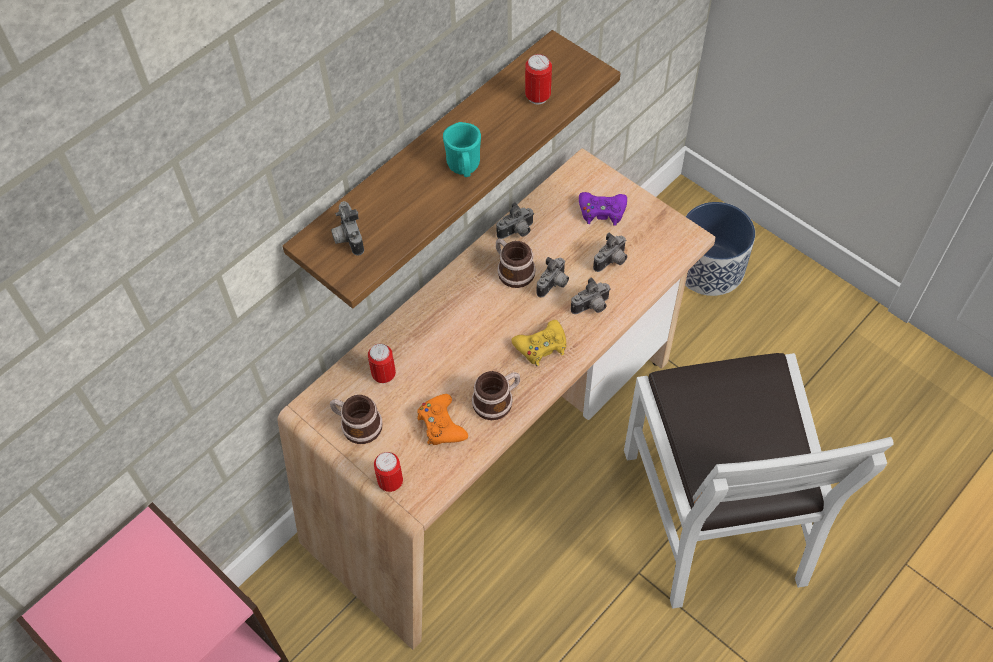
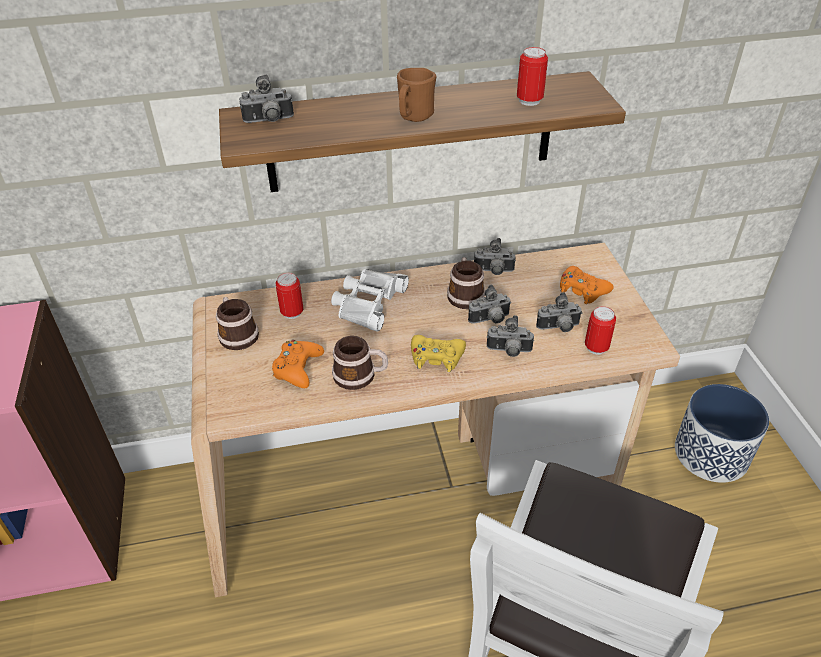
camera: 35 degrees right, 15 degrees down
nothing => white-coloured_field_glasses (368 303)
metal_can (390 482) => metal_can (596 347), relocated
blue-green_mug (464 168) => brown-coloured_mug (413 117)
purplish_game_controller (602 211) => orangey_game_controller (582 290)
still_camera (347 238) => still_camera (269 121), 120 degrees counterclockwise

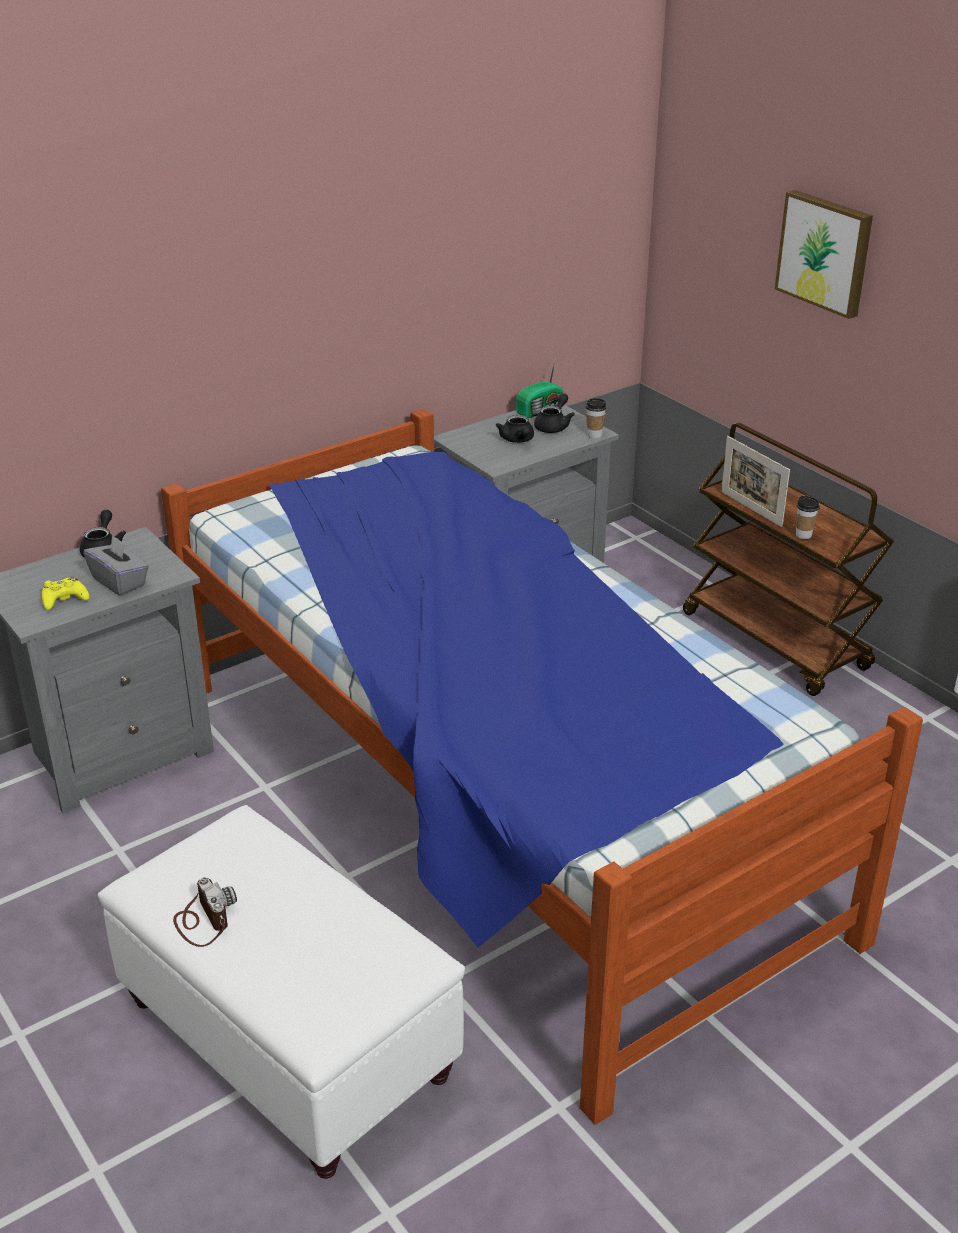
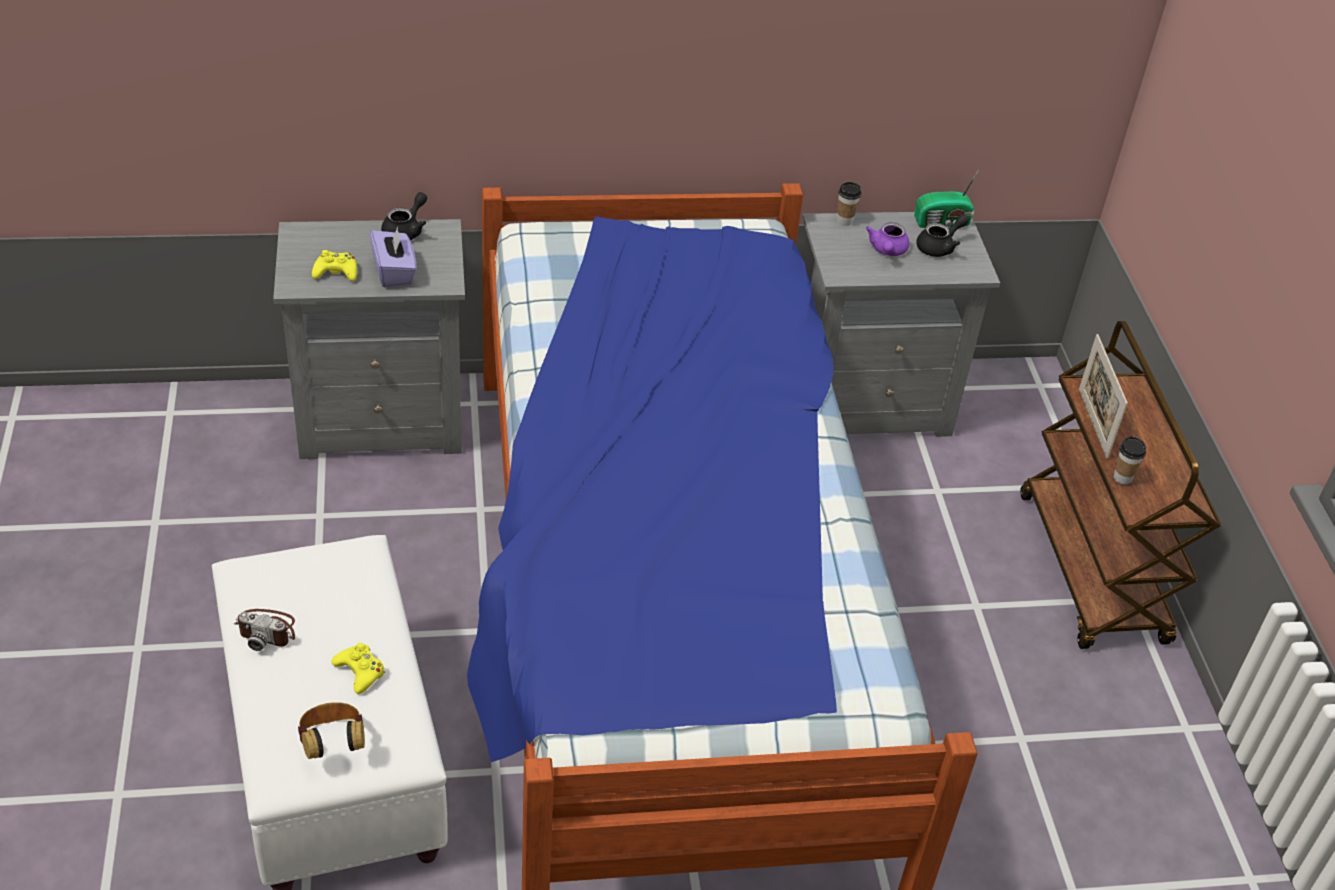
camera: 25 degrees right, 10 degrees up
picture (826 252) => nothing
nothing => headset (333 744)
nothing => yellow_game_controller (360 672)
cup (594 435) => cup (844 221), relocated
gray_tissue_holder (120 582) => purplish_tissue_holder (394 272)
black_teapot (517 440) => purplish_teapot (887 251)
still_camera (203 920) => still_camera (267 630), 105 degrees clockwise

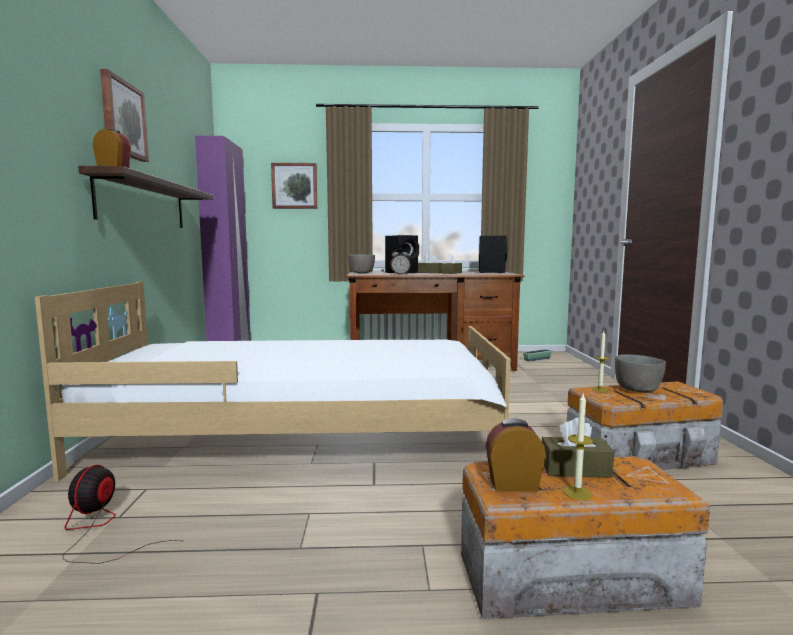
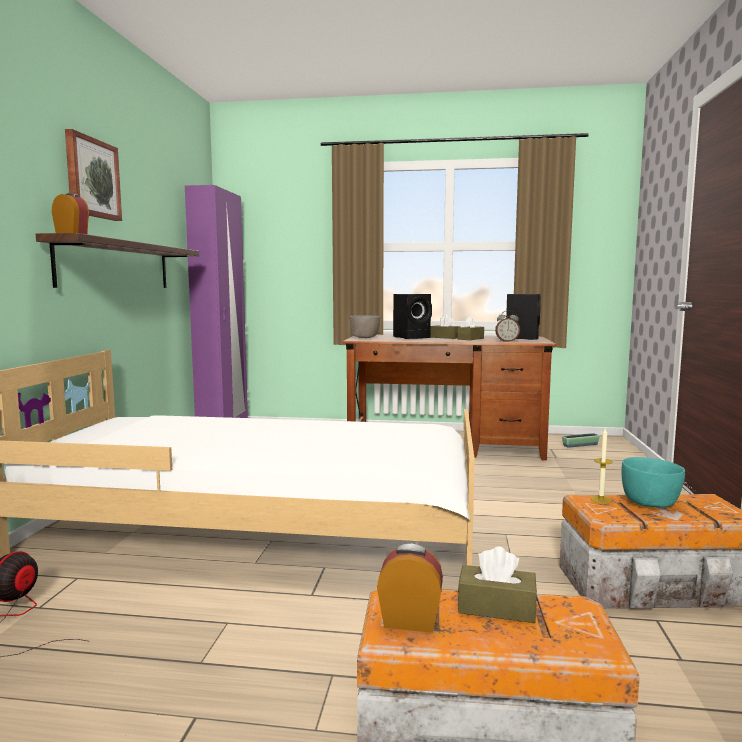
camera: 10 degrees right, 0 degrees up
picture (294 186) => nothing
wax_candle (577 493) => nothing
bedside_clock (400 274) => bedside_clock (507 341), relocated
gray_bowl (638 390) => blue-green_bowl (650 503)

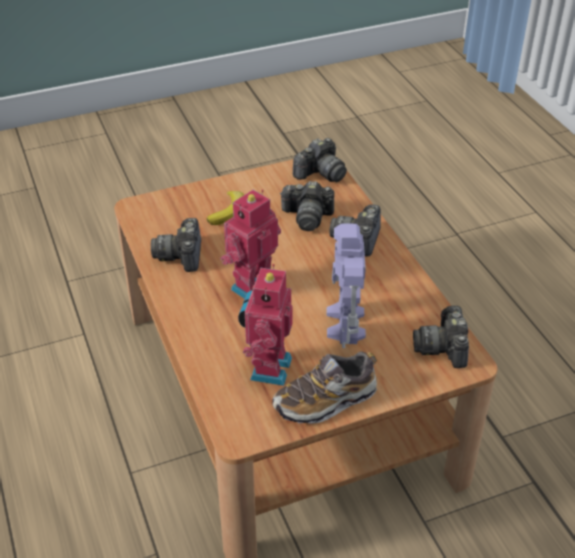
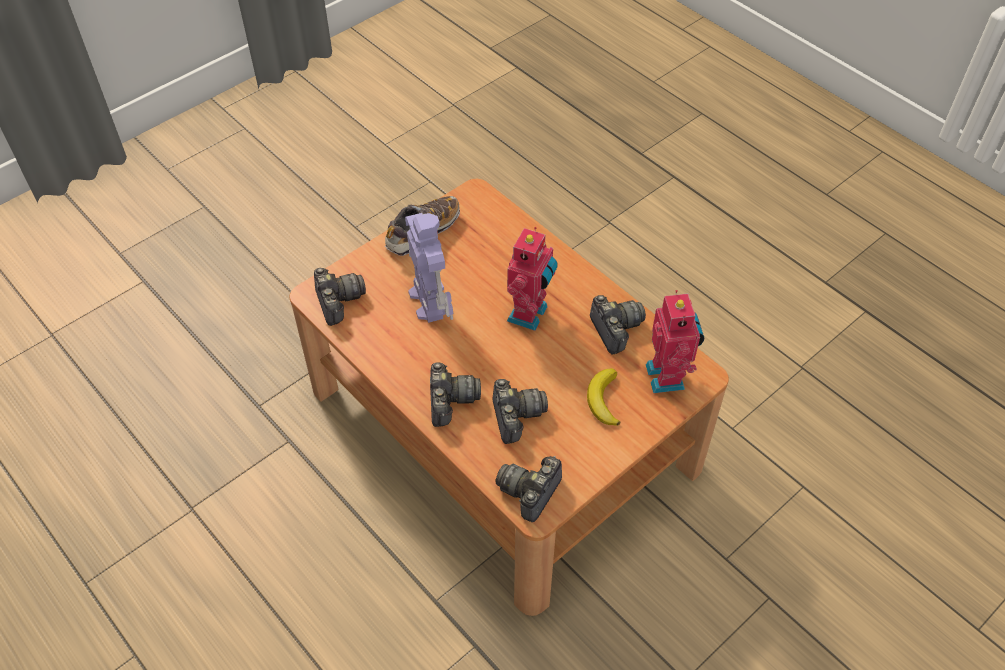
camera: 160 degrees right, 10 degrees up
toy_robot (267 368) => toy_robot (668 376), relocated
still_camera (307 217) => still_camera (516 417), 90 degrees clockwise

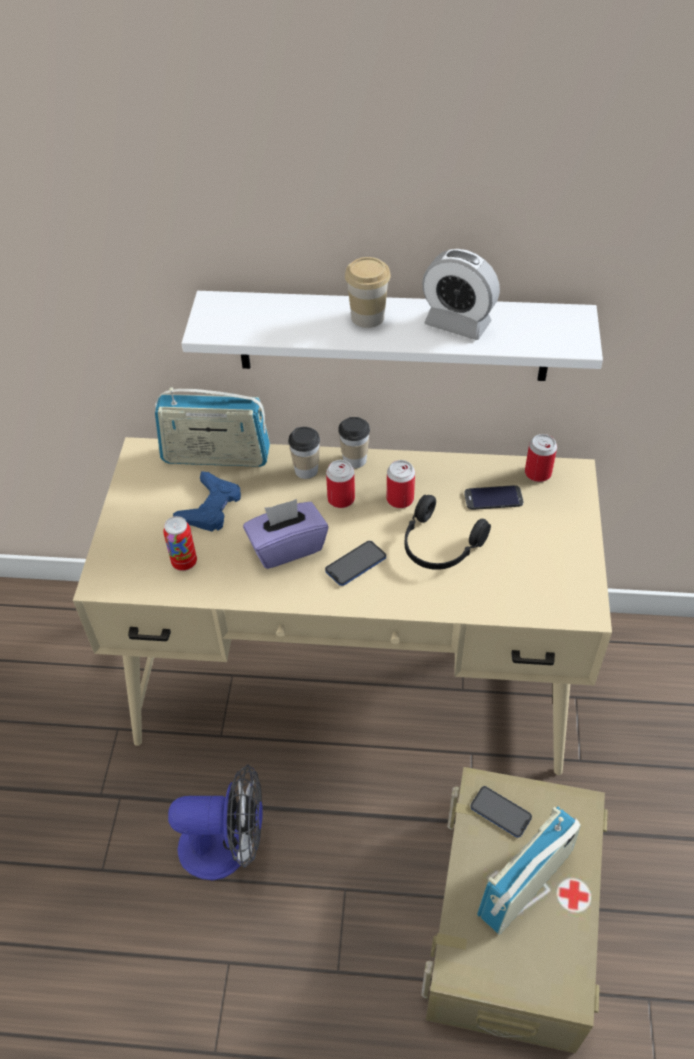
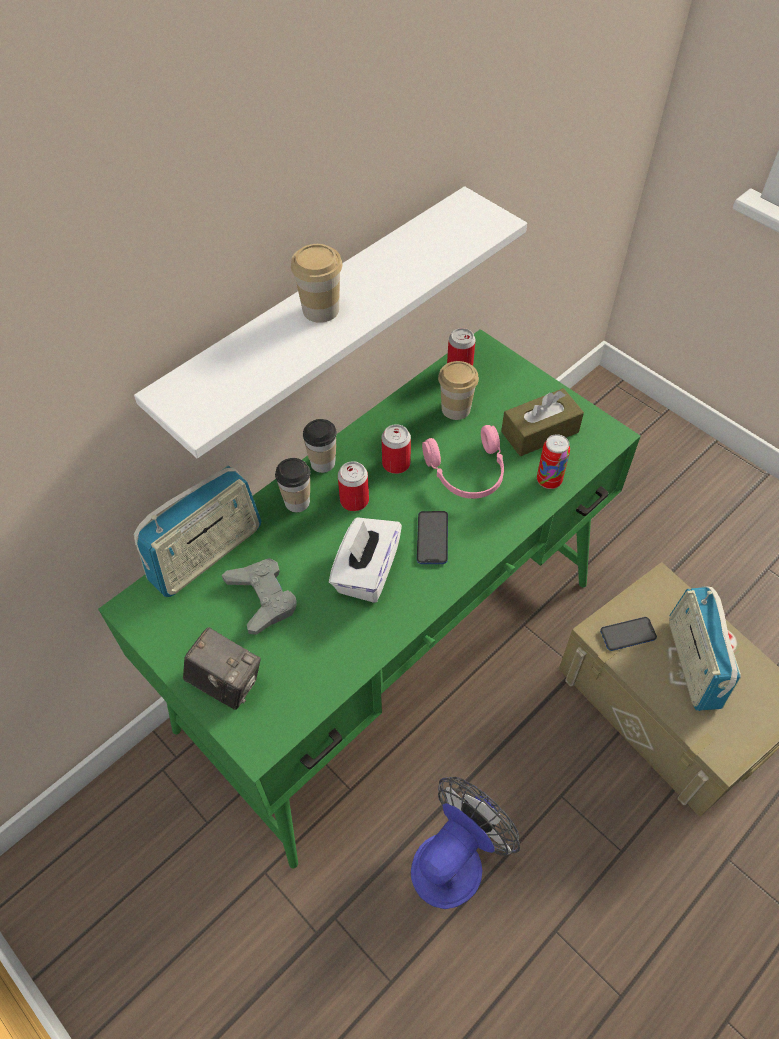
camera: 50 degrees left, 5 degrees up
bedside_clock (457 324) => nothing
nothing => still_camera (226 683)
nothing => brown-coloured_tissue_holder (539 432)
metal_can (184 562) => metal_can (549 480), relocated
handset (493 498) => cup (456 409)
beige-coloured_desk (353 680) => green-coloured_desk (391 653)
blue_game_controller (210 507) => gray_game_controller (262 598)
purplish_tissue_holder (287 547) => white-coloured_tissue_holder (366 572)
black_headset (439 545) => pinkish_headset (468 473)

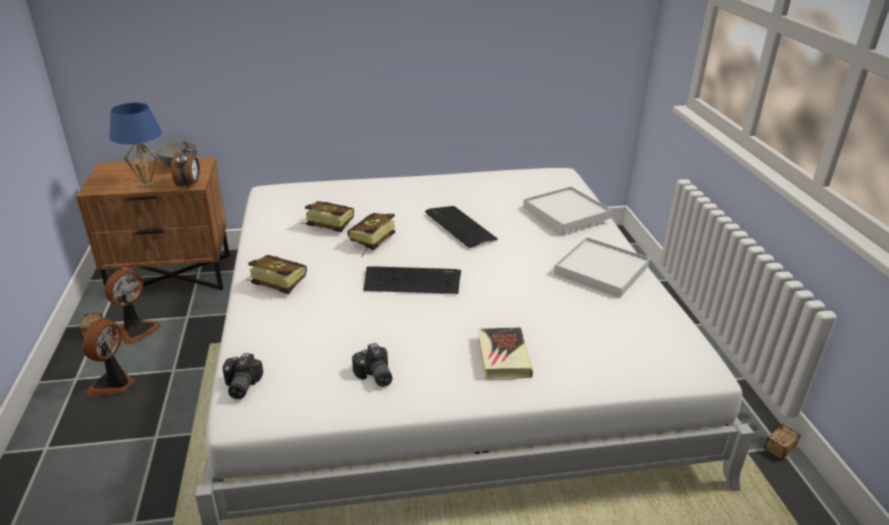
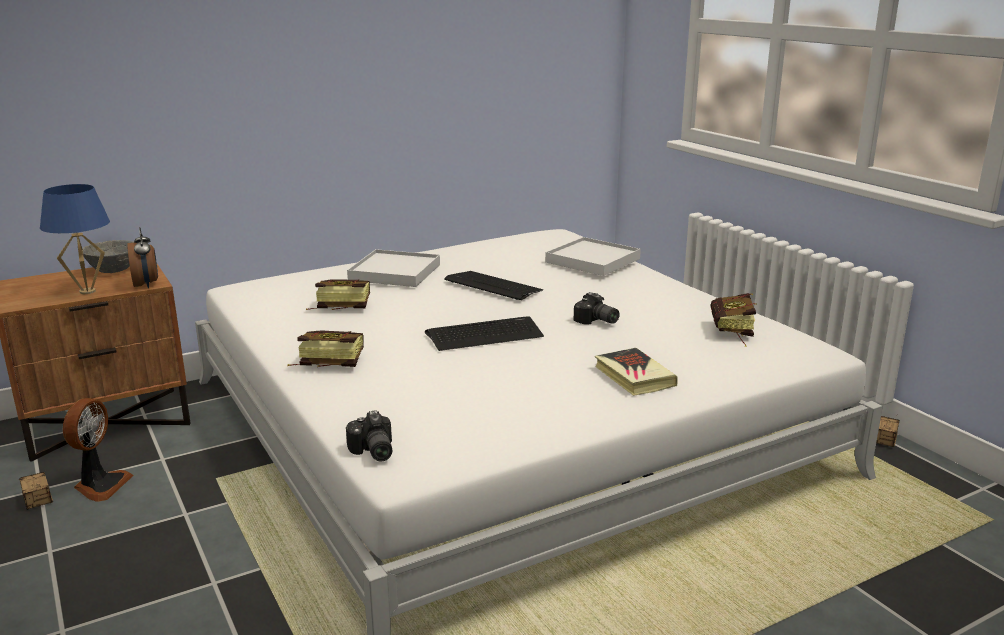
camera: 20 degrees left, 10 degrees down
cooling_fan (113 384) => nothing
book (369 243) => book (732 333), relocated
still_camera (374 376) => still_camera (596 321), relocated
white-coloured_carrying_tray (601 270) => white-coloured_carrying_tray (395 272), relocated

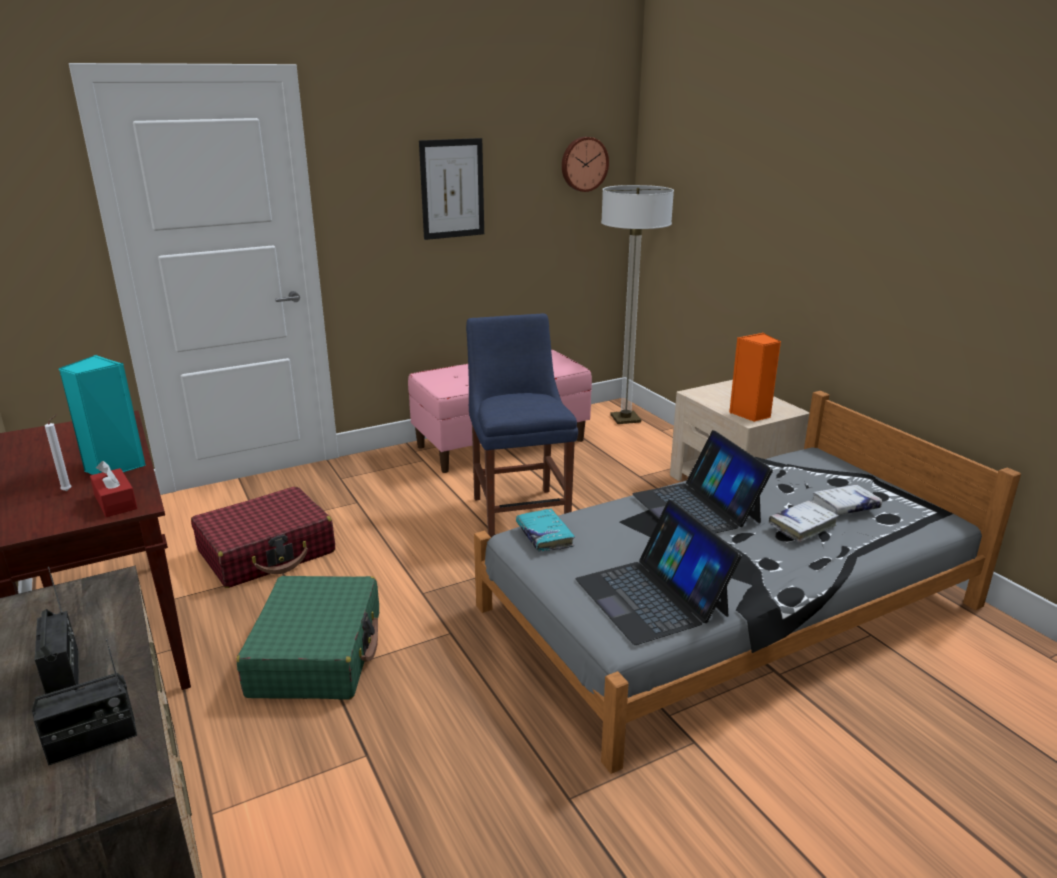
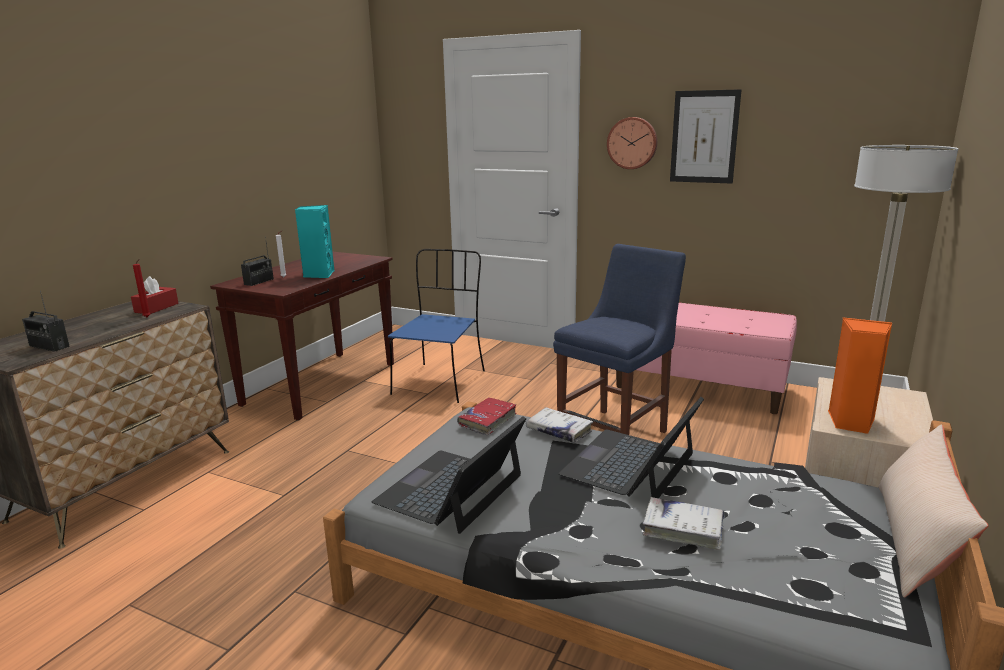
camera: 55 degrees right, 5 degrees down
green-coloured_travel_case (317 653) => nothing
nothing => red-coloured_wax_candle (148 317)
nothing => beige-coloured_cushion (915 540)
radio_receiver (64 675) => radio_receiver (259 281), relocated
red-coloured_tissue_holder (115 502) => red-coloured_tissue_holder (156 308), relocated
clock_on_the_wall (583 164) => clock_on_the_wall (632 143), relocated
white-coloured_book (845 506) => white-coloured_book (559 431), relocated
red-coloured_travel_case (267 552) => blue_chair (440 381)
blue-green_book (544 536) => red-coloured_book (487 421)

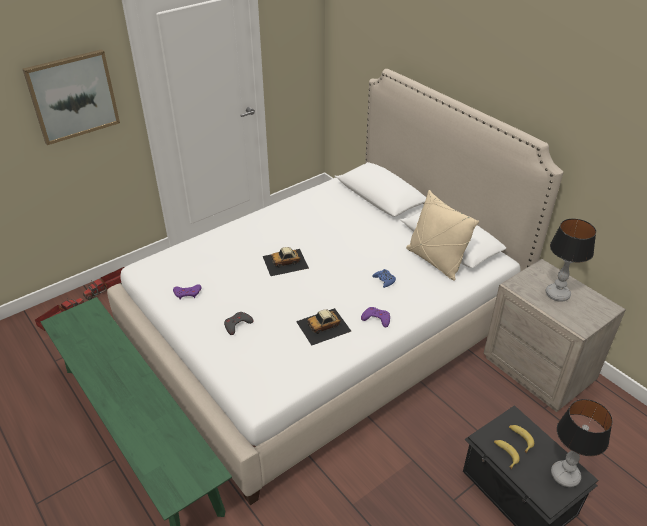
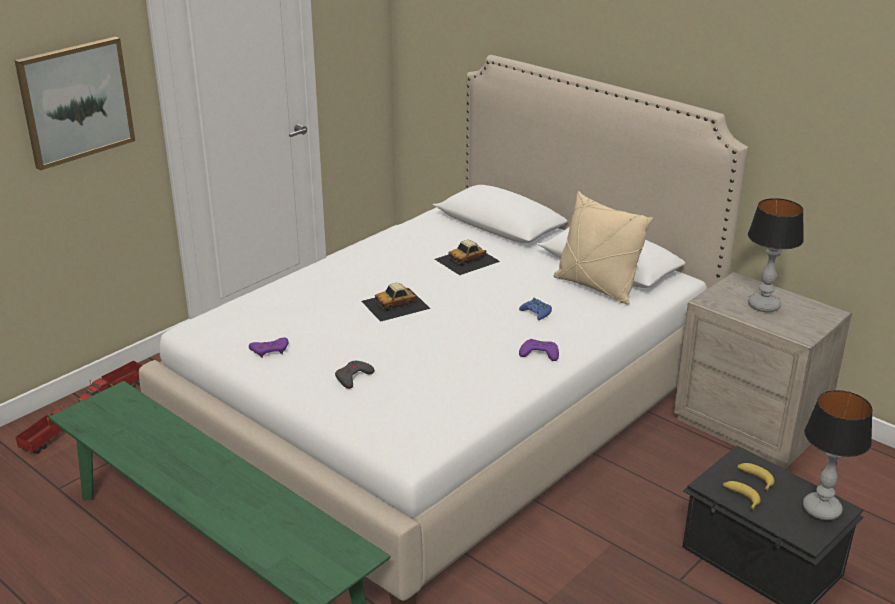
camera: 10 degrees left, 10 degrees down
miniature_car (323 326) => miniature_car (467 260), relocated

